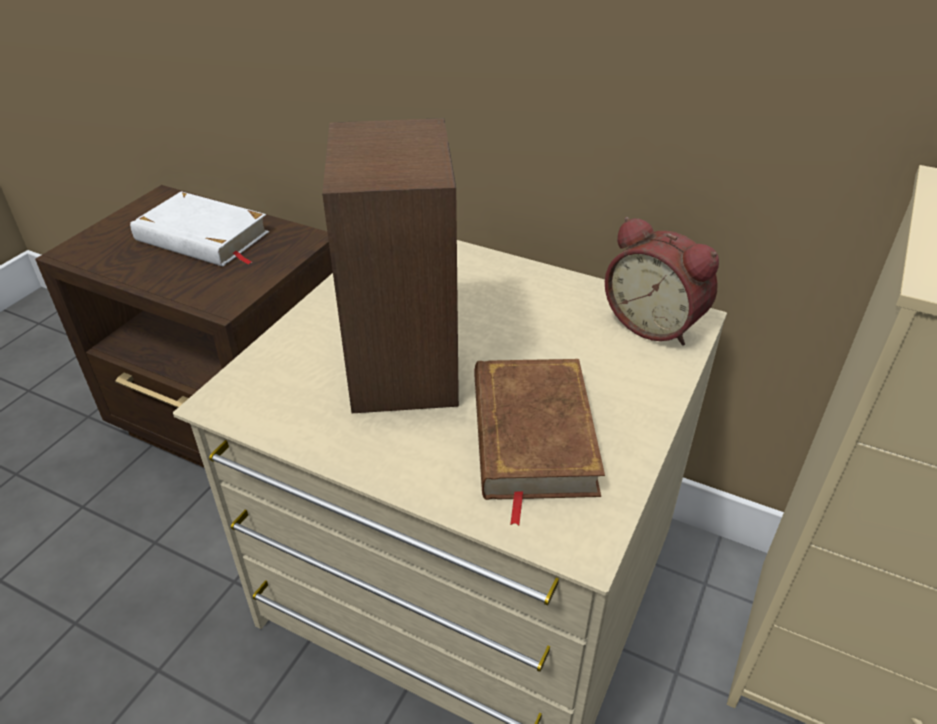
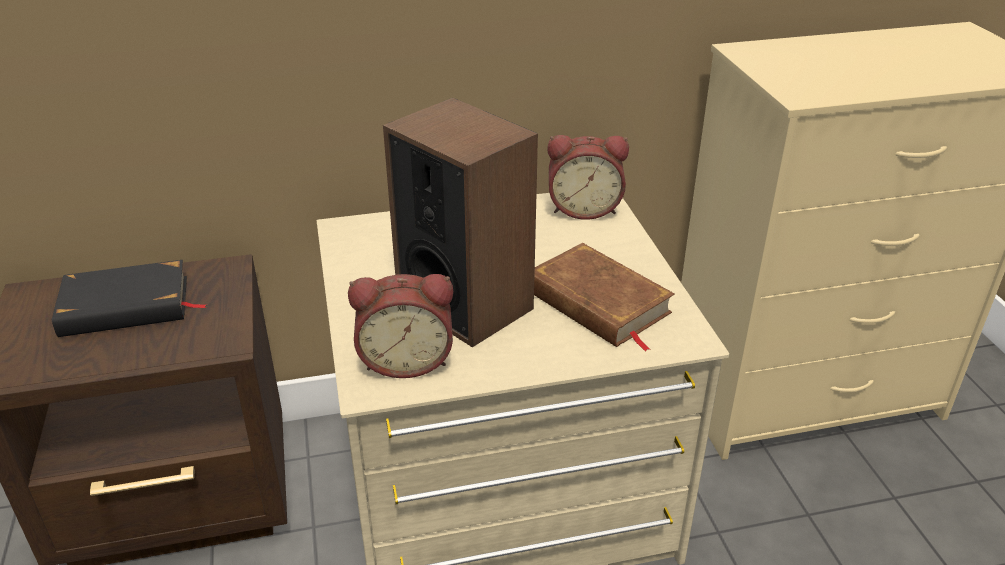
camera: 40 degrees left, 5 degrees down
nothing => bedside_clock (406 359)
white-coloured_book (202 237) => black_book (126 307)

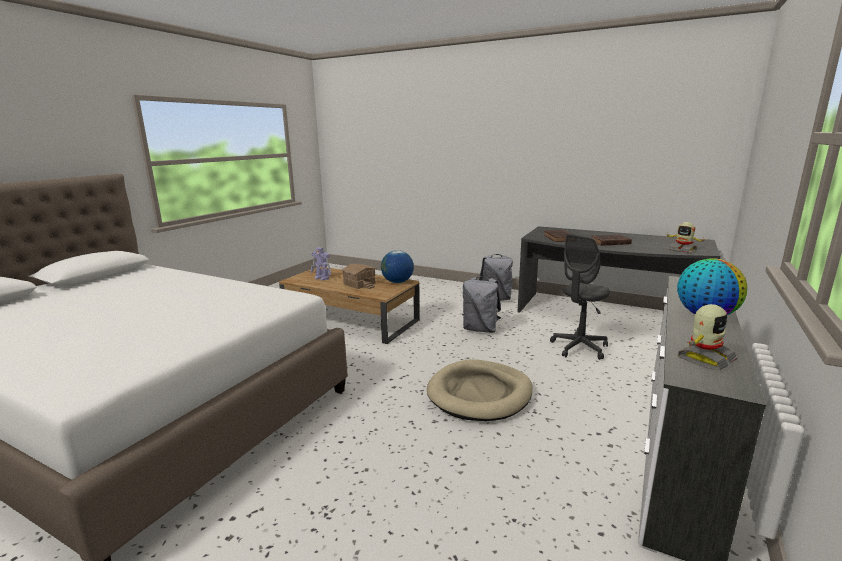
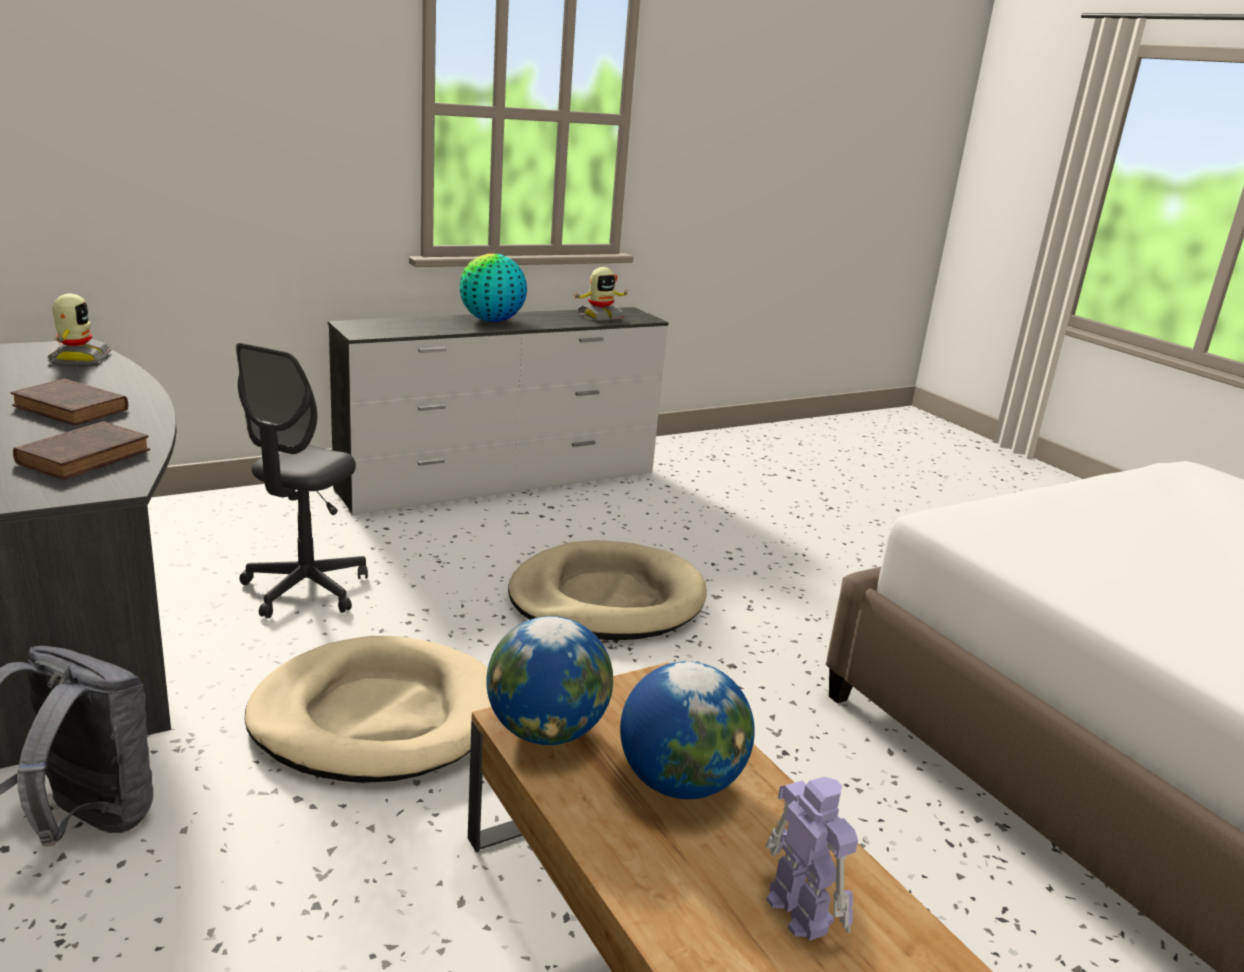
camera: 150 degrees left, 5 degrees up
miniature_house (359 284) => world_globe (680 782)
gray_knapsack (480 329) => beige-coloured_dog_cushion (377 717)
gray_desk_chair (579 348) => gray_desk_chair (305 590), 120 degrees clockwise
toy_robot (704 358) => toy_robot (600 317), 150 degrees clockwise

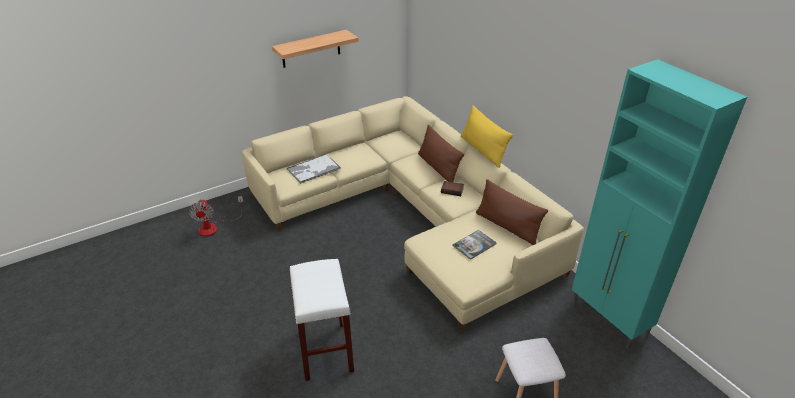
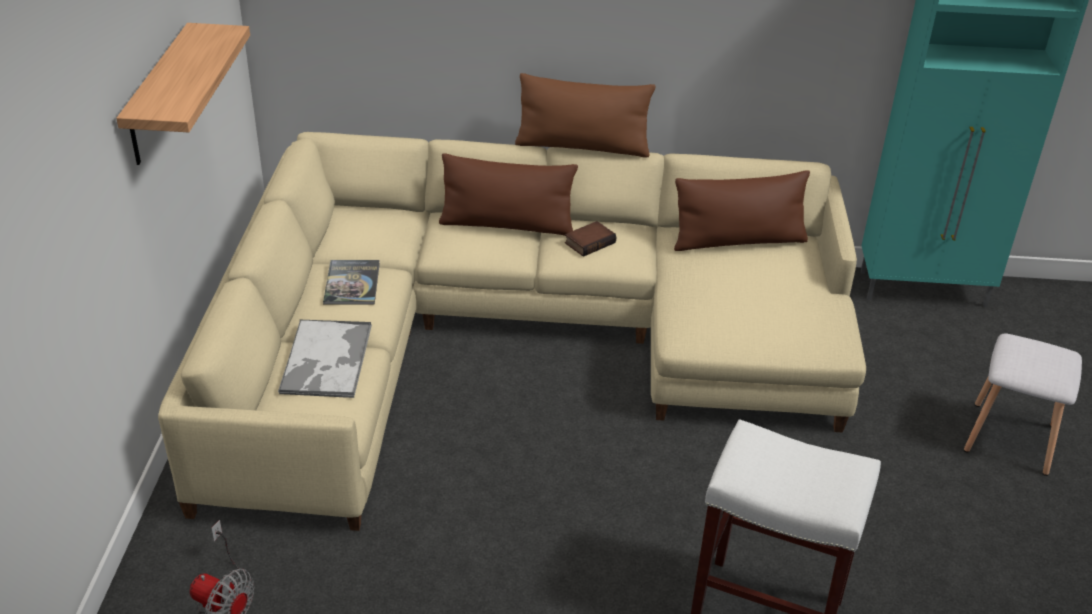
camera: 55 degrees left, 0 degrees up
book (474 245) => book (352 283), relocated
yellow_cushion (483 150) => brown-coloured_cushion (582 147)

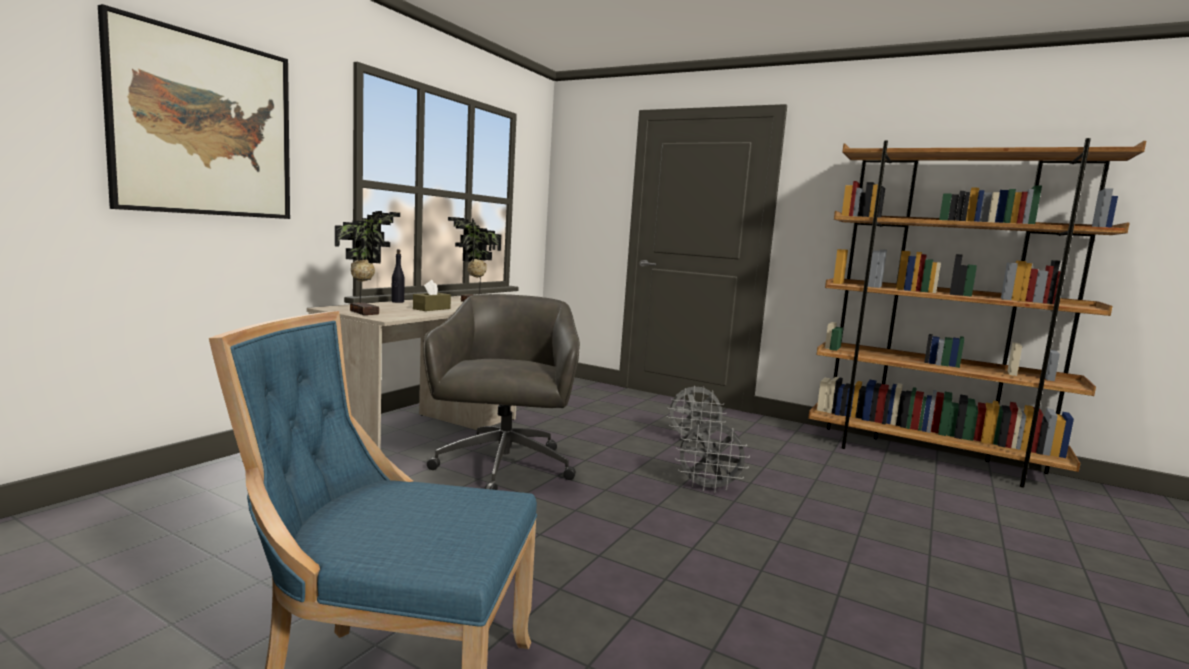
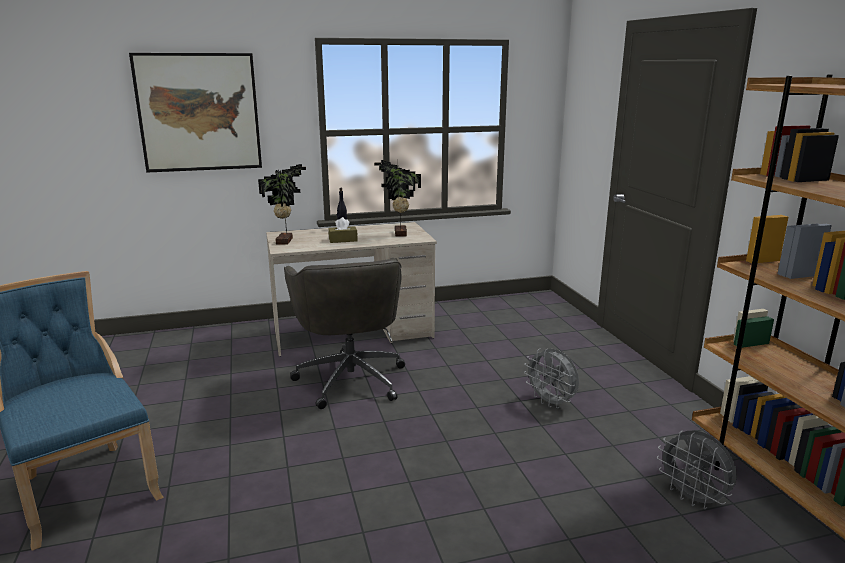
camera: 45 degrees right, 10 degrees up
gray_cooling_fan (708 488) => gray_cooling_fan (693 498), relocated
gray_desk_chair (503 468) => gray_desk_chair (350 378), 120 degrees clockwise

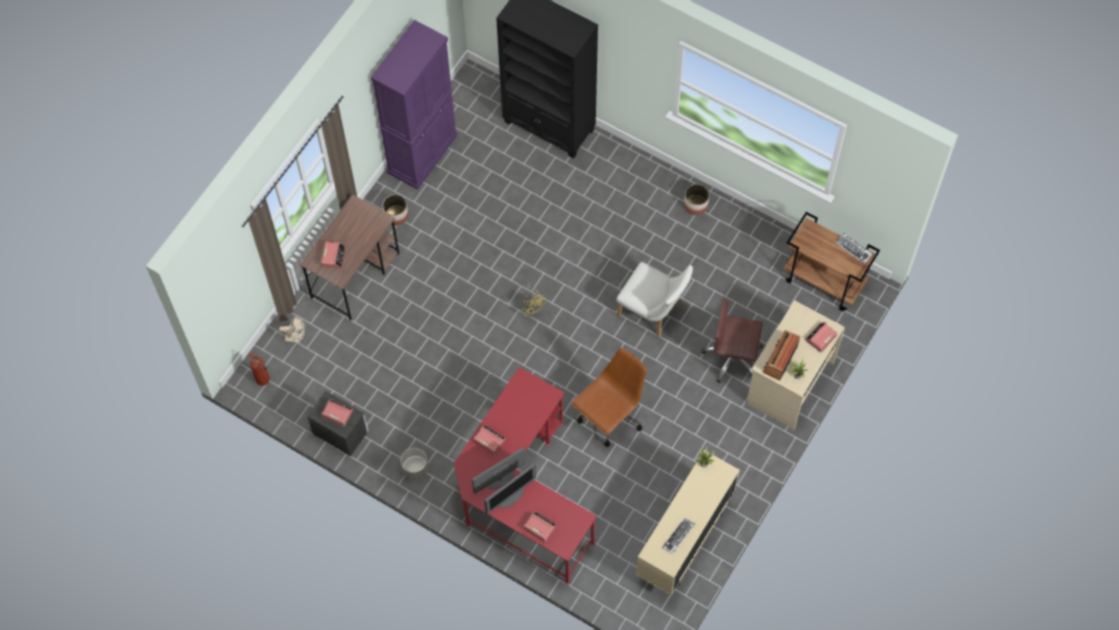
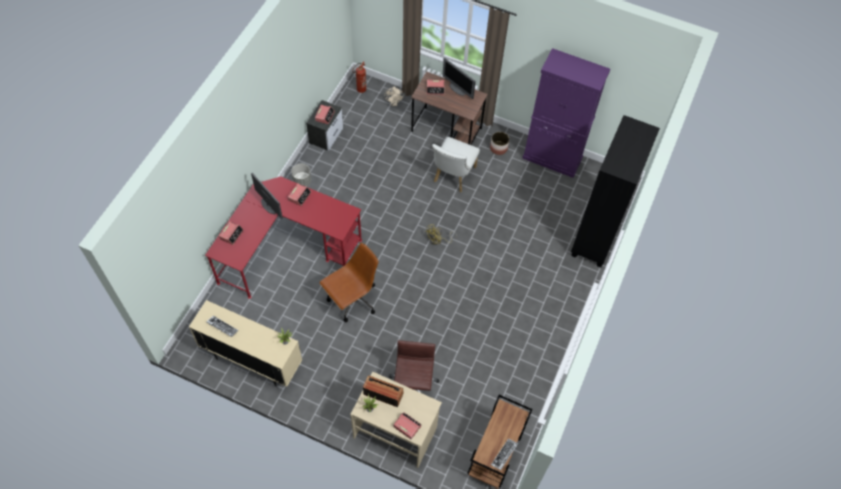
camera: 80 degrees right, 5 degrees down
flower_pot (696 204) => nothing
computer_display (510 497) => computer_display (457 89), relocated
white-coloured_chair (653 312) => white-coloured_chair (452 177), relocated
brown-coloured_desk_chair (610 417) => brown-coloured_desk_chair (352 300), 75 degrees counterclockwise

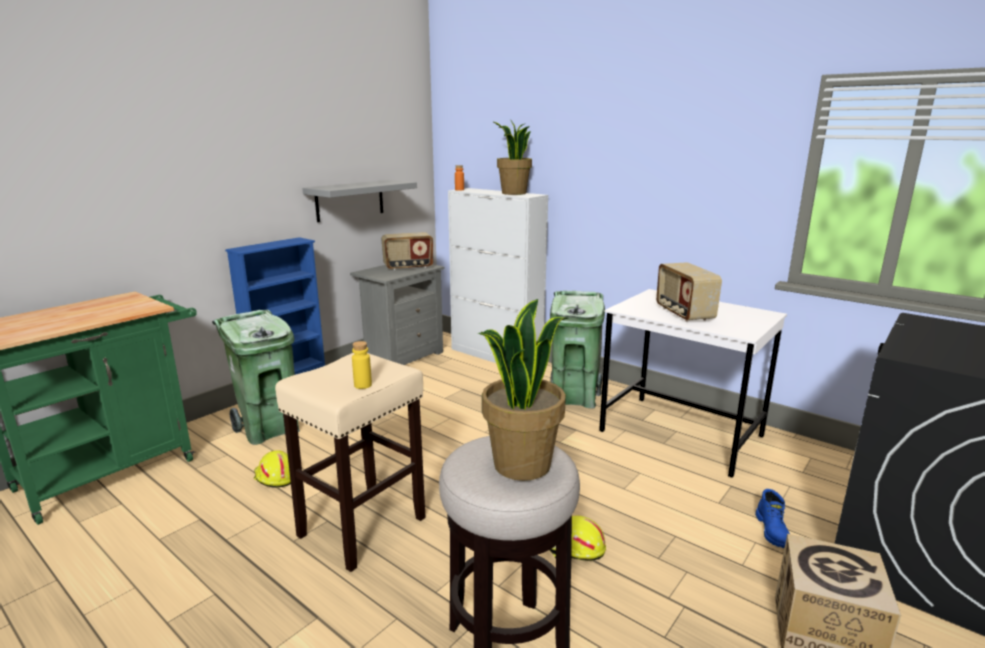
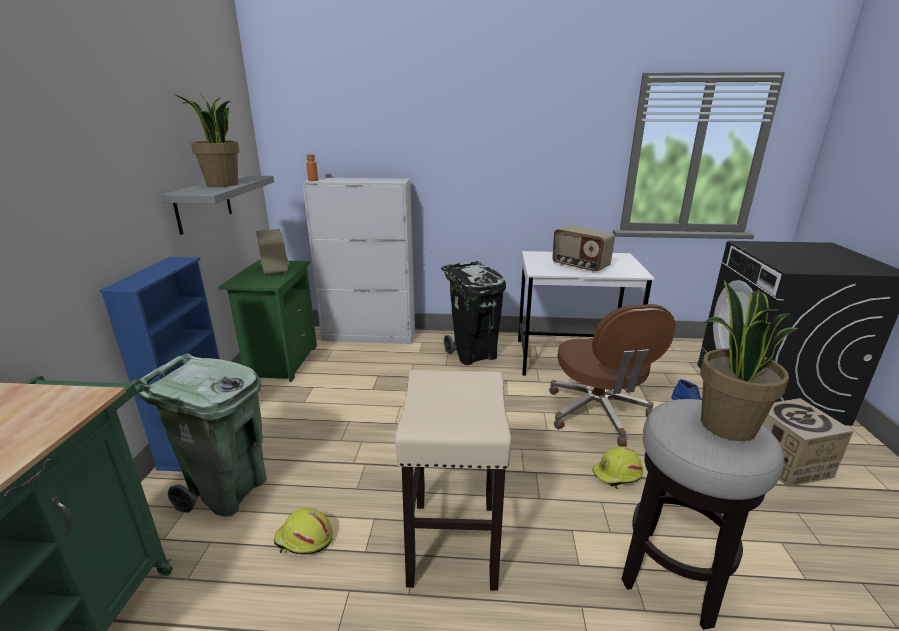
camera: 35 degrees left, 5 degrees up
yellow_drink_bottle (363 385) => nothing
nothing => brown-coloured_desk_chair (598 414)
potted_plant (513 193) => potted_plant (222 184), relocated
gray_night_table (402 356) => green-coloured_night_table (281 361)
green-coloured_trash_can (574 397) => black_trash_can (473 354)
radio_receiver (408 267) => radio_receiver (275 268), 60 degrees counterclockwise

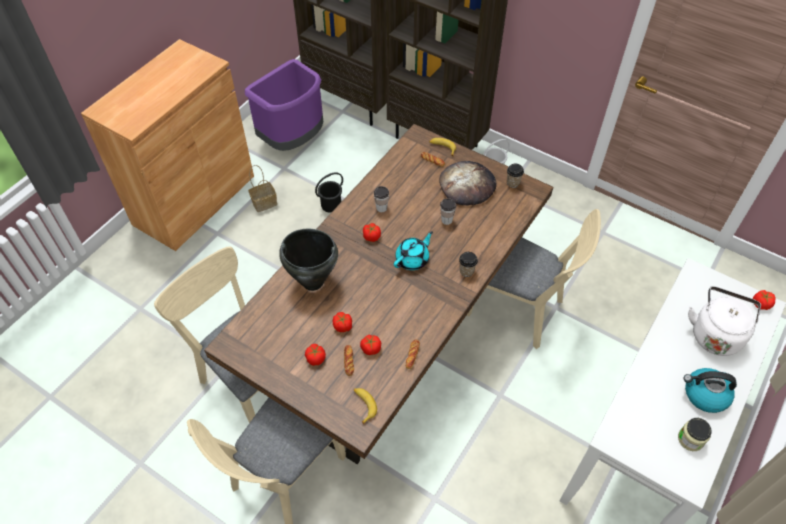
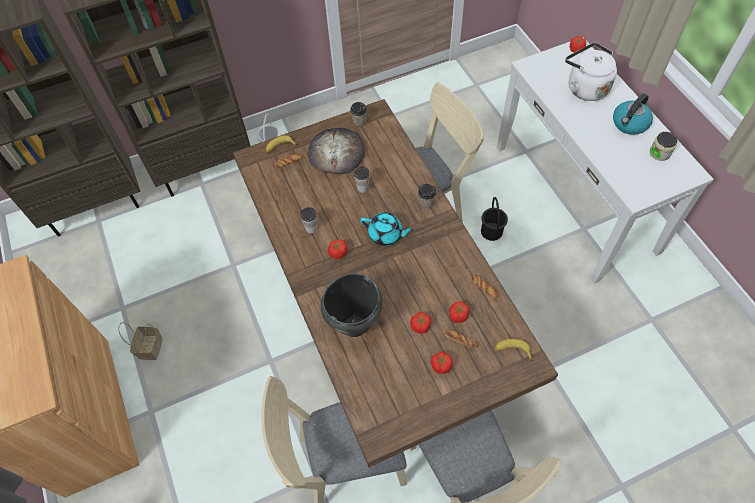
camera: 55 degrees left, 5 degrees up
purplish_trash_can (293 140) => nothing
black_pail (330 204) => black_pail (491 231), relocated
blue-green_teapot (413 259) => blue-green_teapot (386 235), 120 degrees clockwise

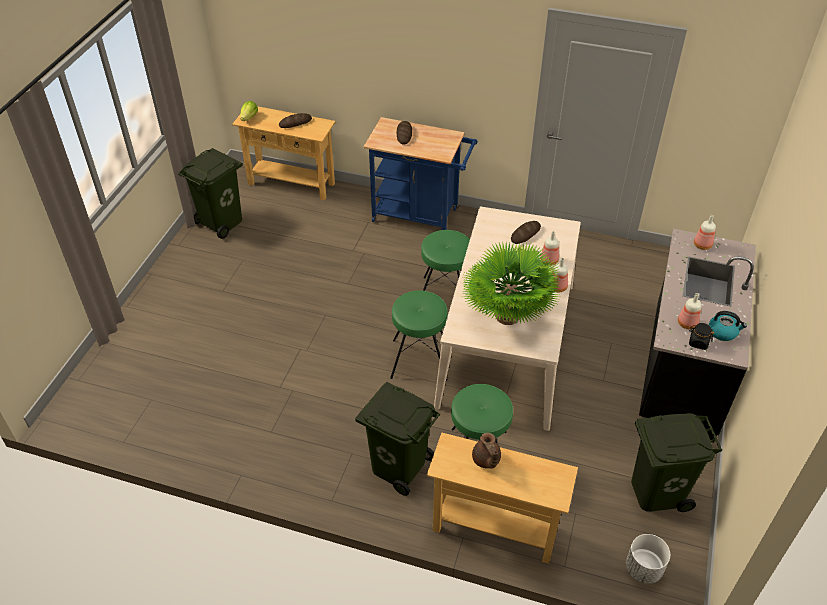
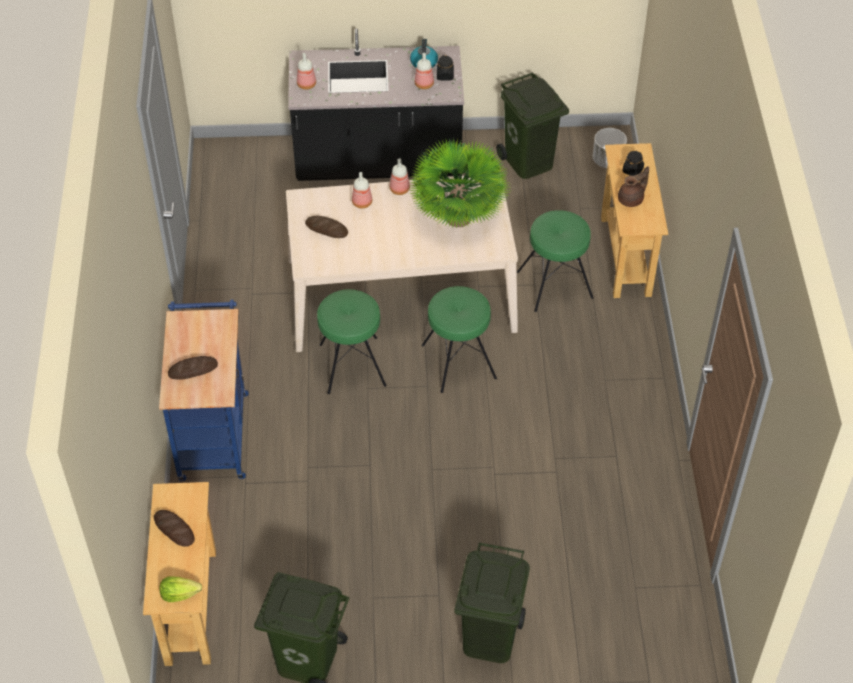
camera: 110 degrees left, 5 degrees up
nothing => black_jar (632 170)
green-coloured_trash_can (399 466) => green-coloured_trash_can (488 637), relocated

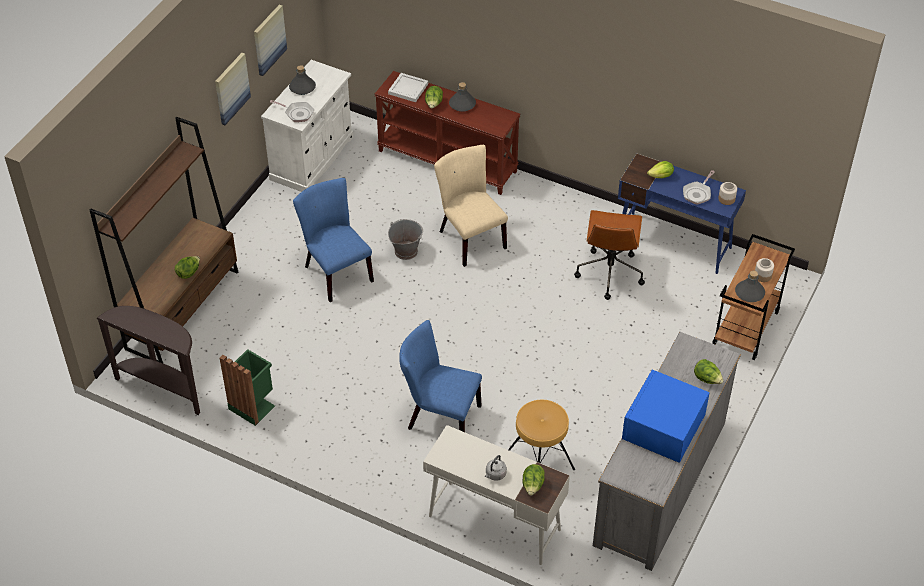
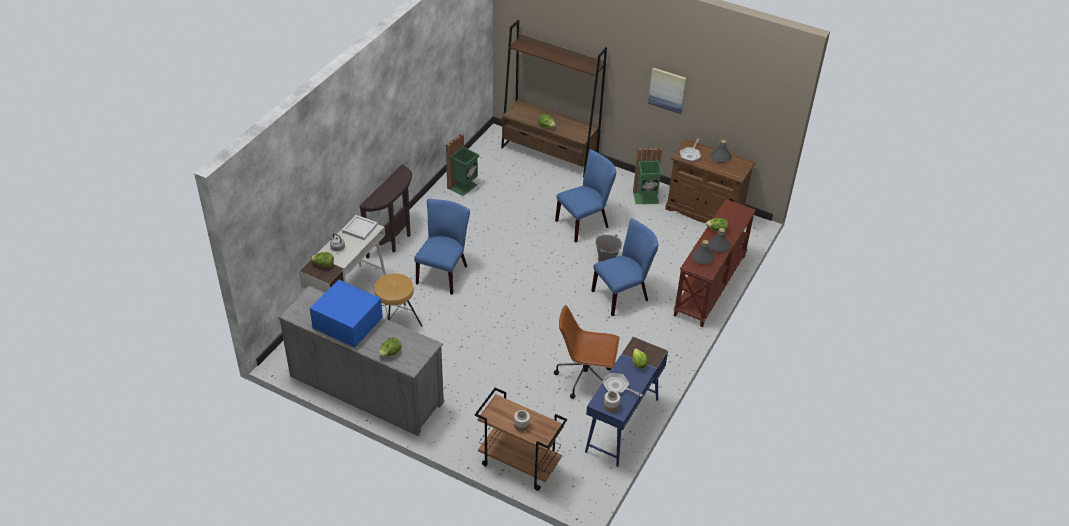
camera: 90 degrees right, 5 degrees down
picture (269 39) => nothing
nothing => green-coloured_trash_can (646 198)
brown-coloured_console_table (163 387) => brown-coloured_console_table (394 240), relocated
white-coloured_carrying_tray (408 88) => white-coloured_carrying_tray (360 228), relocated
gray_drink_bottle (749 293) => gray_drink_bottle (702 258), relocated
white-coloured_cabinet (312 158) => brown-coloured_cabinet (704 211)
beige-coloured_chair (469 237) => blue_chair (623 295)

